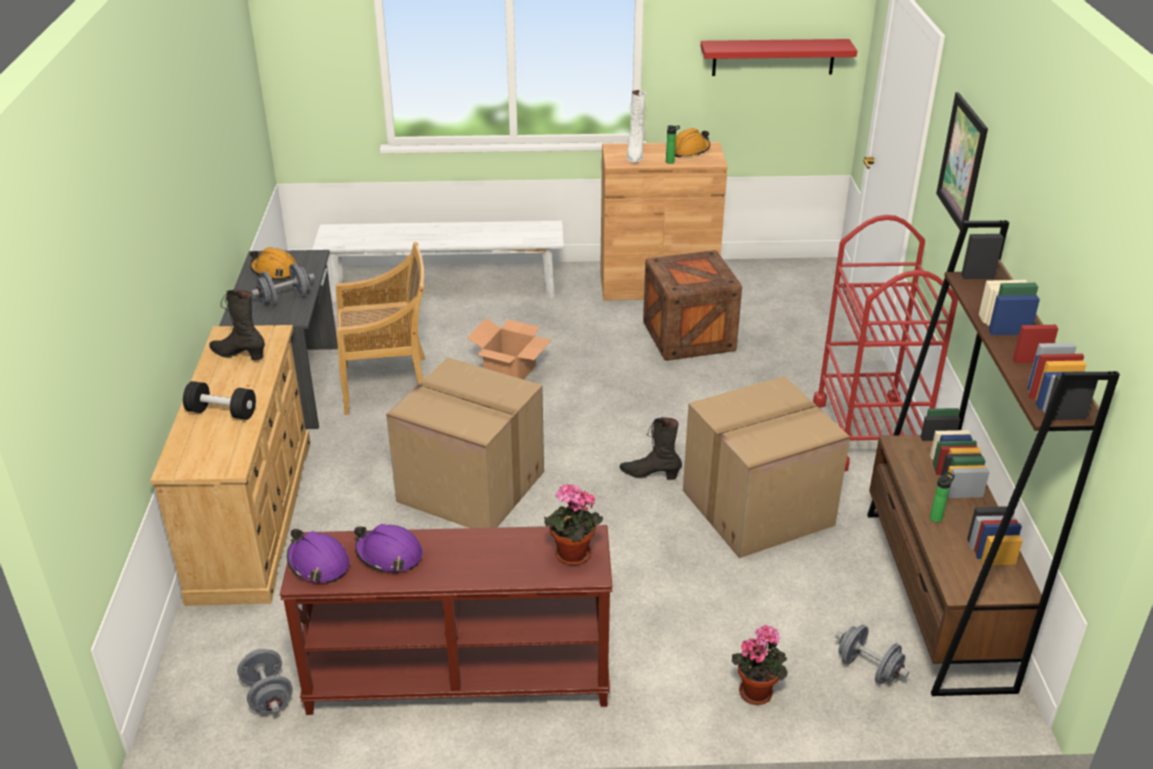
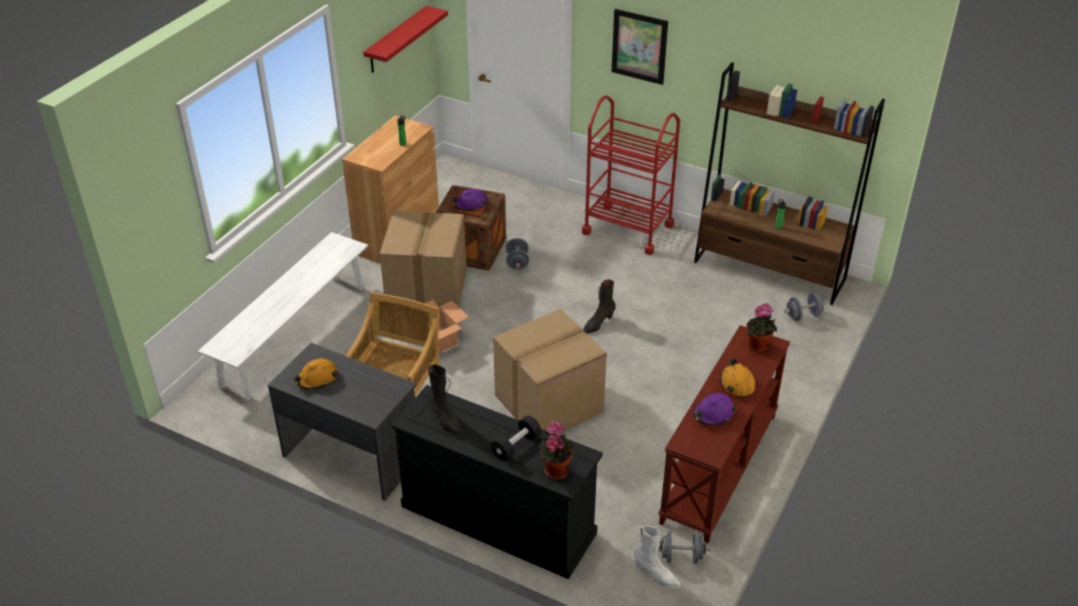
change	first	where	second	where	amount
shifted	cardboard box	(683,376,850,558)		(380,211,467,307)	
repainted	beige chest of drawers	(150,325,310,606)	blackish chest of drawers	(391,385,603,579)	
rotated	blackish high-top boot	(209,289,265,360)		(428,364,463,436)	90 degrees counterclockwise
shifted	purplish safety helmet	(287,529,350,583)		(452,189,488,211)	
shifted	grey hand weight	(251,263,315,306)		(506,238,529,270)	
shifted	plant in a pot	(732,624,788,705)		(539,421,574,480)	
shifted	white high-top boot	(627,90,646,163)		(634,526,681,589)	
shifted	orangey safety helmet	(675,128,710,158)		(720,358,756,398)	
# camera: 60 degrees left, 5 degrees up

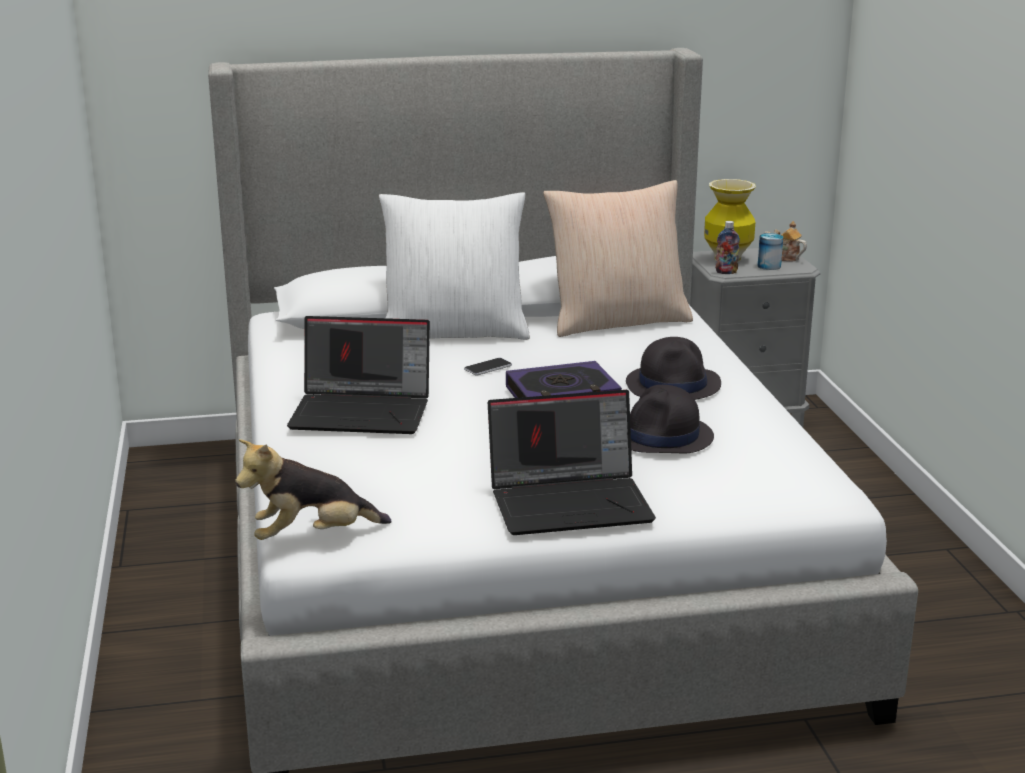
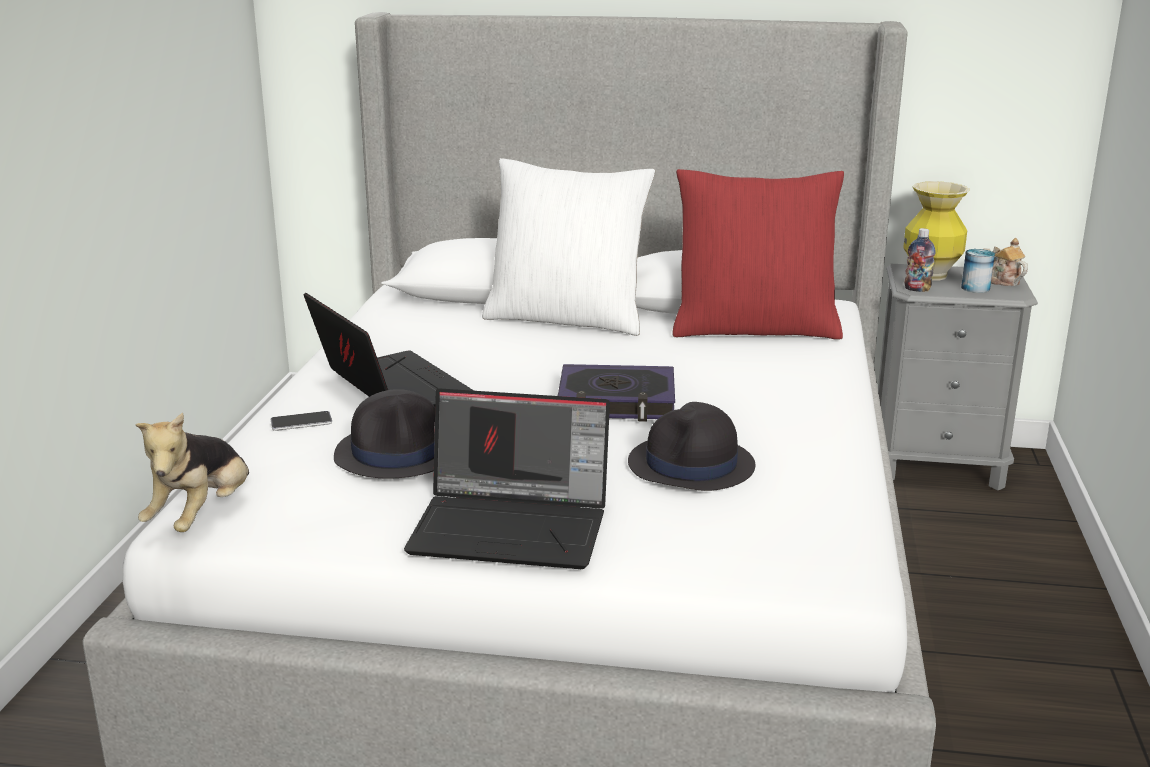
change	first	where	second	where	amount
rotated	cuddly toy	(235,439,391,540)		(135,413,249,532)	75 degrees counterclockwise
shifted	telephone	(464,358,512,376)		(270,411,332,431)	
rotated	portable computer	(287,316,430,434)		(304,292,474,407)	150 degrees counterclockwise
shifted	blackish clothing hat	(626,337,721,400)		(334,389,435,479)	
repainted	beige throw pillow	(543,180,693,337)	red throw pillow	(672,169,844,340)	
# camera: 20 degrees right, 0 degrees up

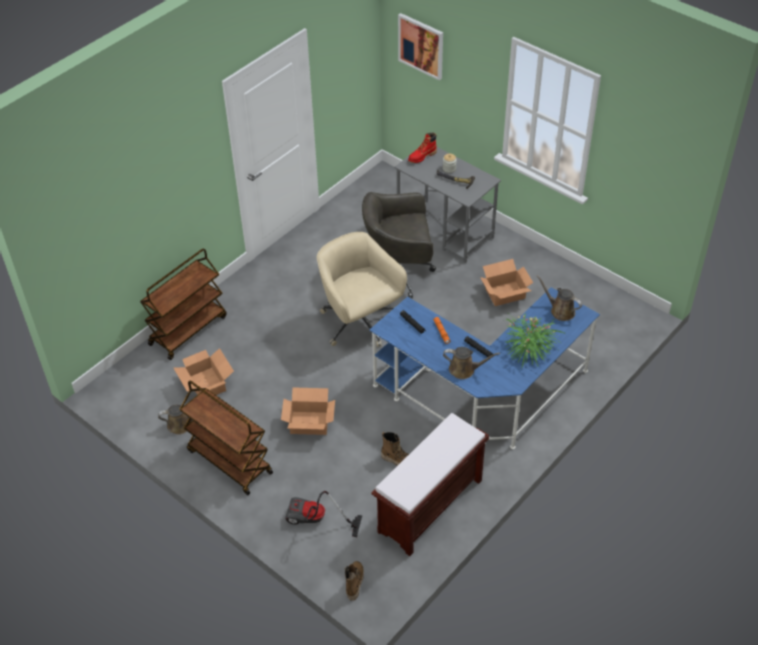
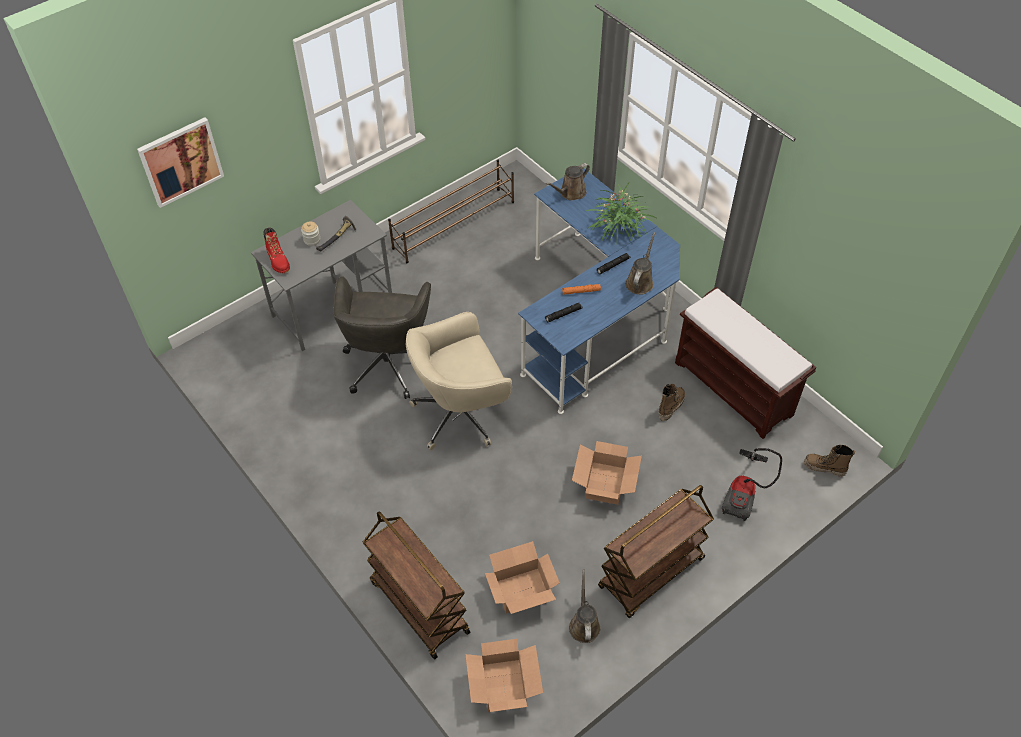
change	first	where	second	where	amount
new			brown-coloured shoe rack	(388,160,514,263)	
shifted	cardboard box	(480,259,533,306)		(465,639,543,712)	
# camera: 80 degrees left, 5 degrees up

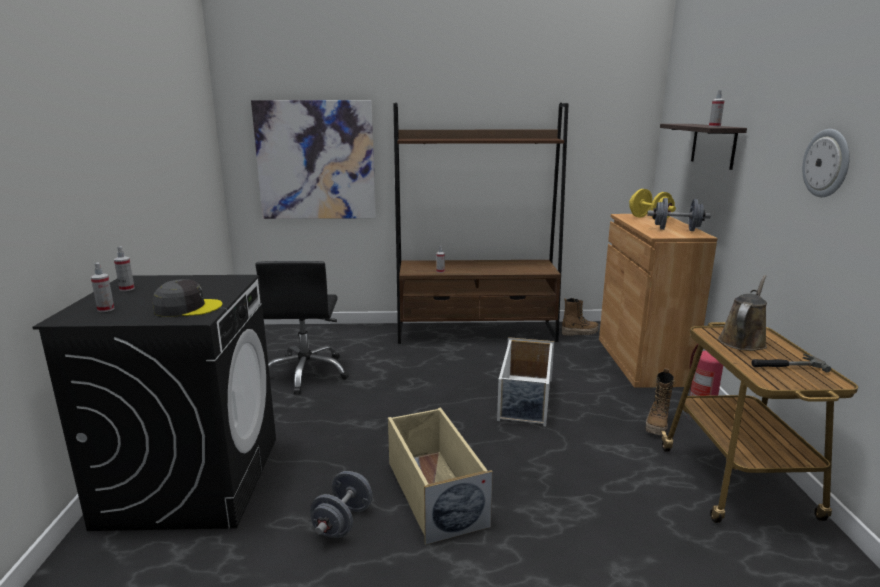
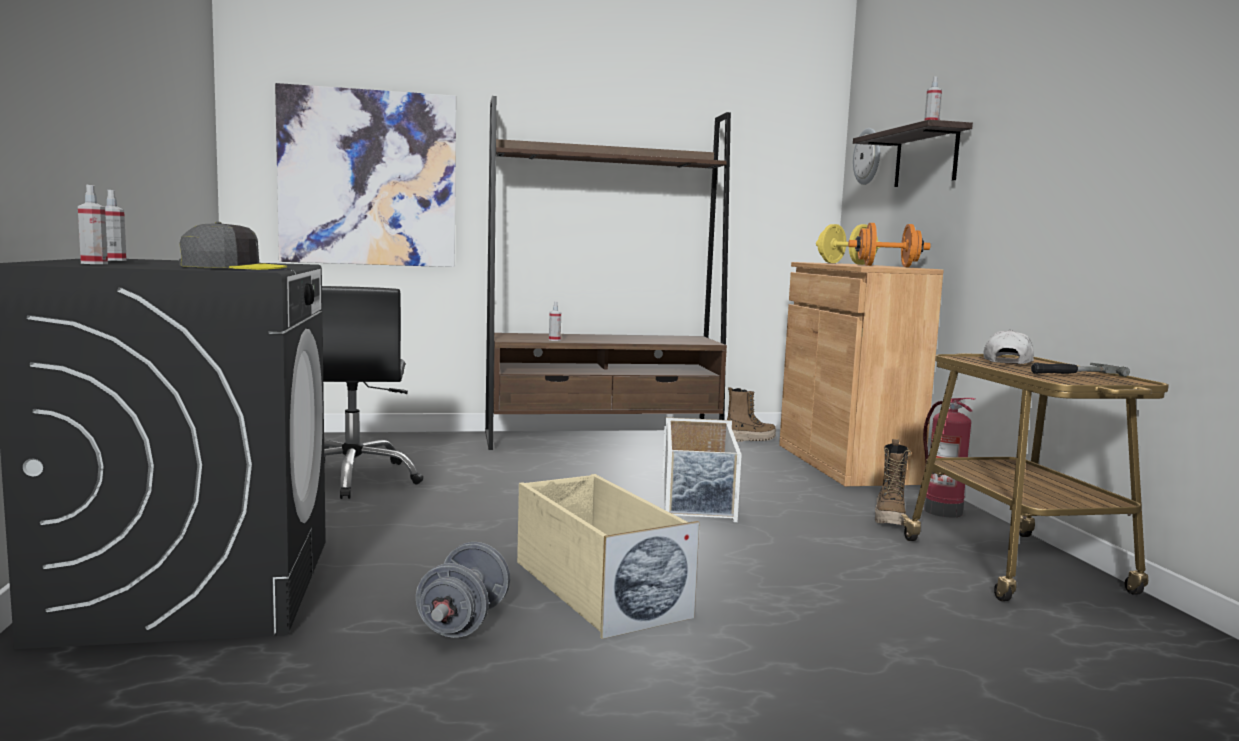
change	first	where	second	where	amount
repainted	grey hand weight	(647,198,711,231)	orangey hand weight	(848,223,931,267)	
shifted	clock on the wall	(802,129,850,197)		(853,128,880,185)	
swapped	brown-coloured sprinkling can	(718,275,767,351)	white peaked cap	(984,330,1034,364)	
# camera: 10 degrees left, 10 degrees down

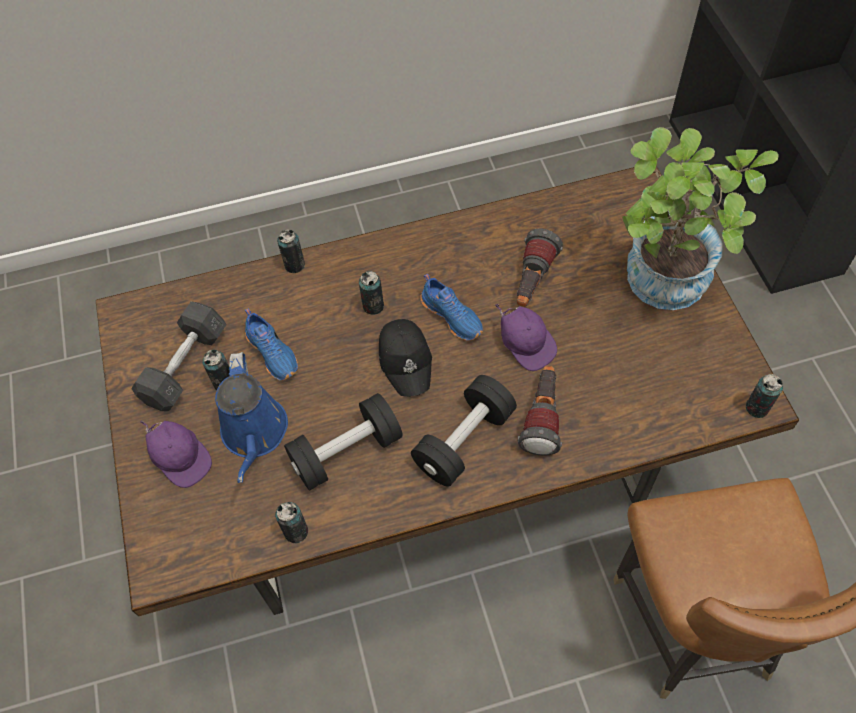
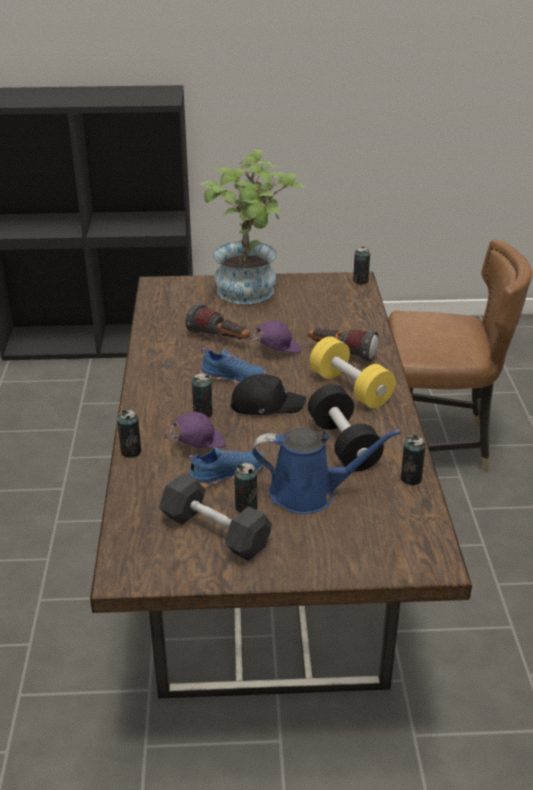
change	first	where	second	where	amount
shifted	purplish peaked cap	(140,421,212,488)		(165,412,226,449)	
rotated	blue-coloured item of footwear	(420,274,483,341)		(200,348,266,384)	45 degrees clockwise
repainted	blackish hand weight	(411,375,517,487)	yellow-coloured hand weight	(310,336,396,408)	
# camera: 80 degrees left, 25 degrees down

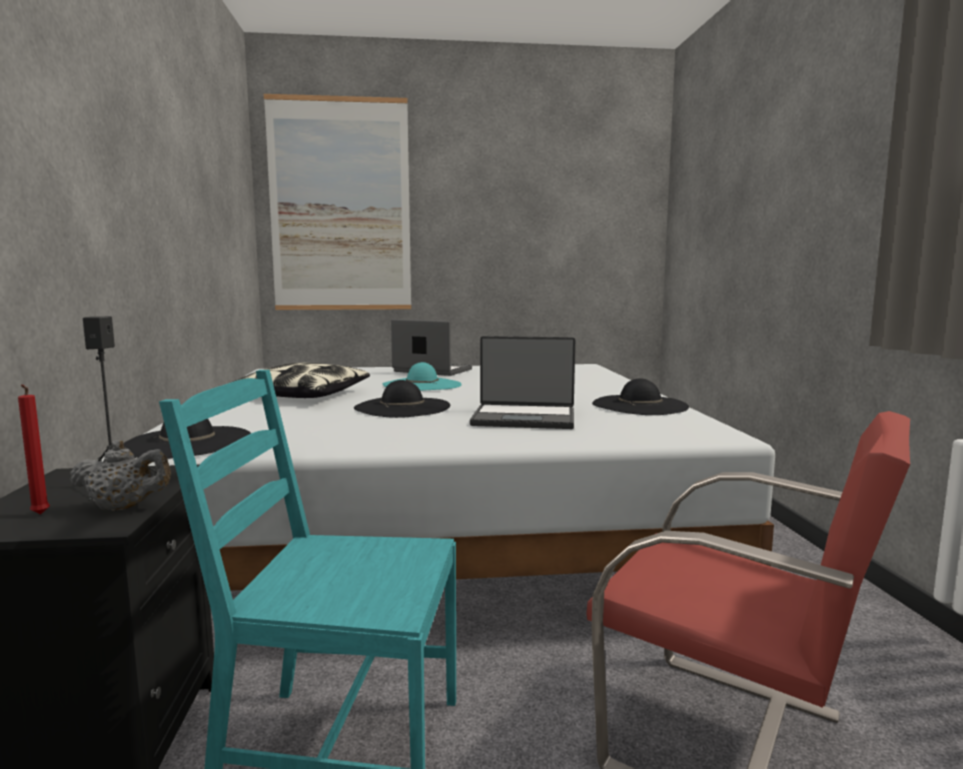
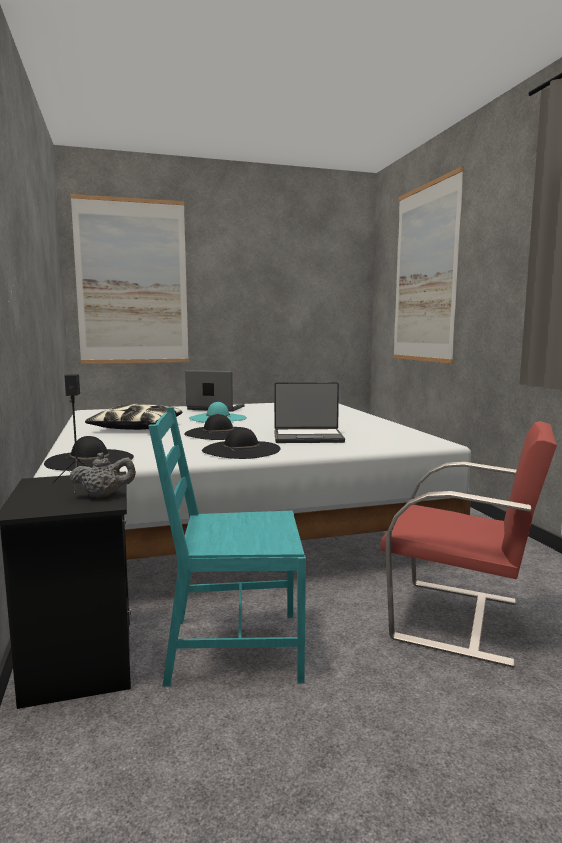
change	first	where	second	where	amount
shifted	blackish clothing hat	(592,378,689,415)		(202,428,281,459)	
new			wall art	(393,166,464,364)	
gone	red candle	(18,384,50,514)			
# camera: 10 degrees left, 0 degrees up

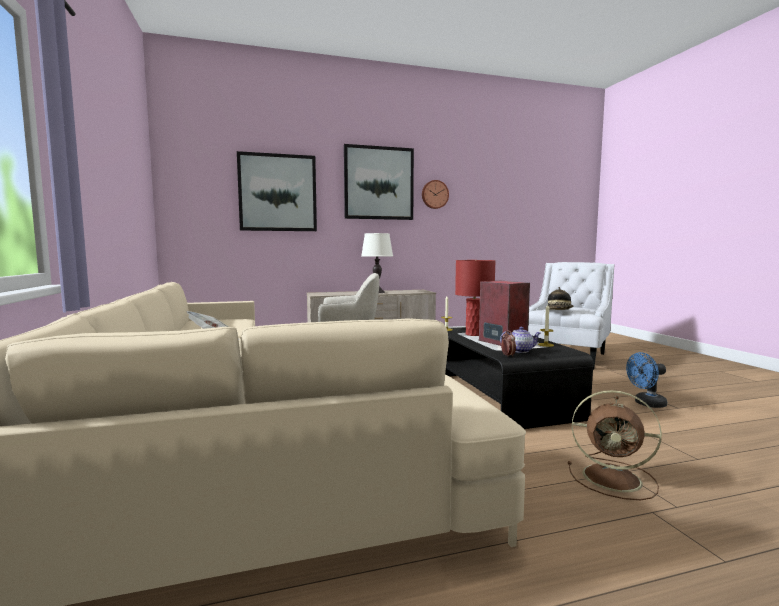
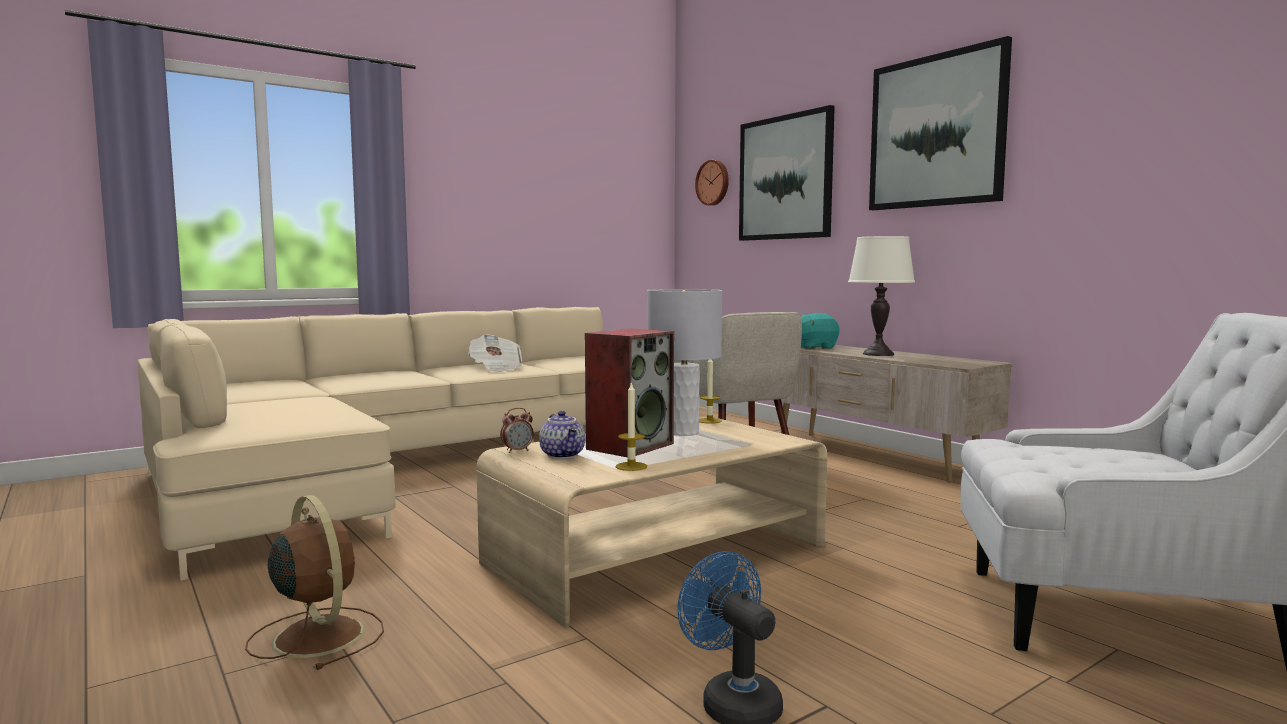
change	first	where	second	where	amount
rotated	brown-coloured electric fan	(568,390,662,500)		(245,495,384,670)	135 degrees clockwise
repainted	blackish coffee table	(445,327,593,429)	beige coffee table	(476,417,827,628)	
repainted	red lamp for a table	(455,260,496,336)	grey lamp for a table	(647,289,722,436)	
shifted	clock on the wall	(422,180,449,209)		(695,160,729,206)	
new			turquoise-coloured cuddly toy	(801,313,839,350)	
gone	clothing hat	(548,287,573,310)			
# camera: 70 degrees right, 0 degrees up

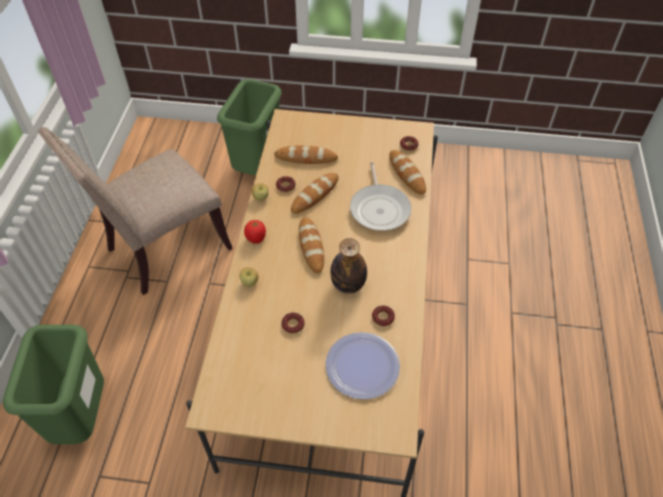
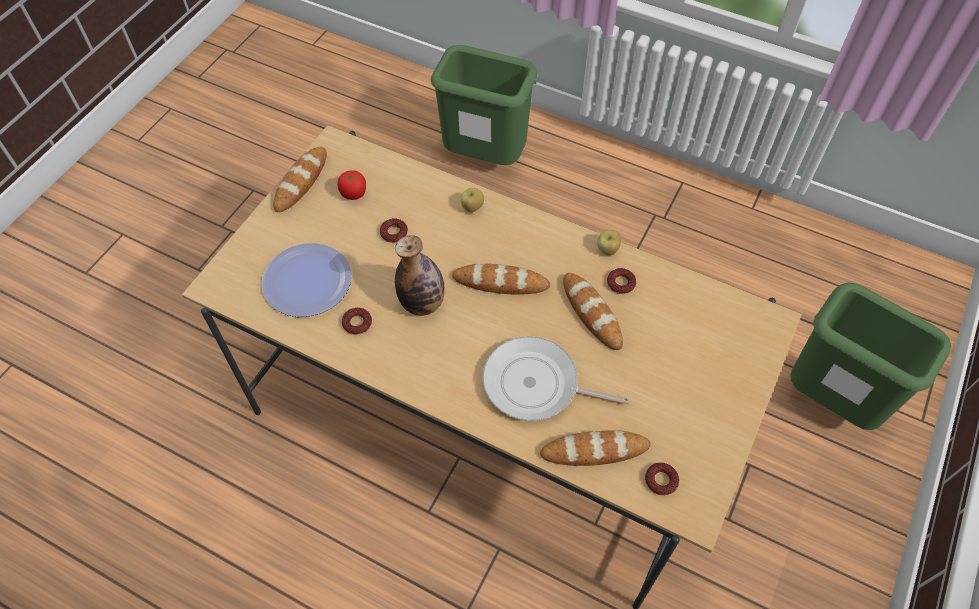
change	first	where	second	where	amount
shifted	baked bread	(274,145,338,164)		(273,147,327,212)	
shifted	tomato	(244,220,266,244)		(338,170,366,200)	
gone	beige upright chair	(38,127,233,295)			
# camera: 110 degrees right, 5 degrees up

